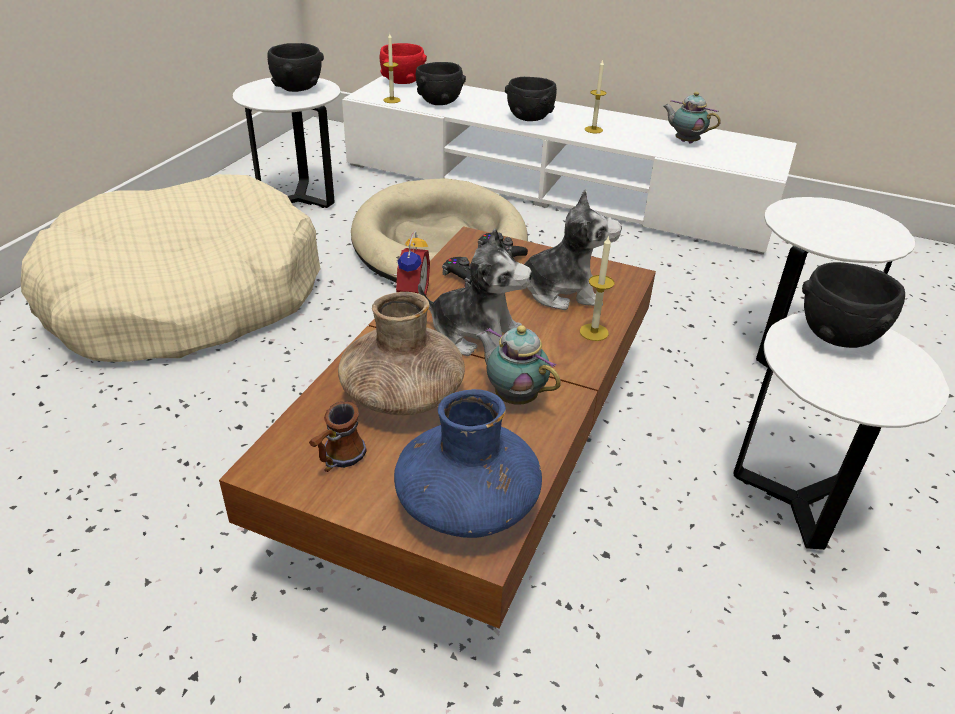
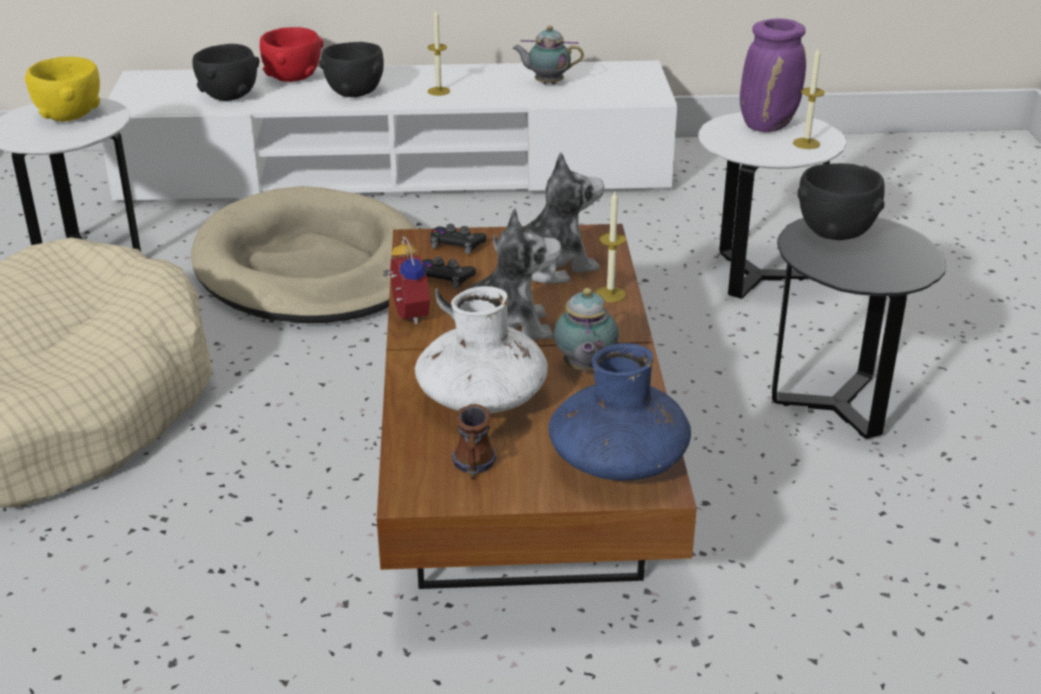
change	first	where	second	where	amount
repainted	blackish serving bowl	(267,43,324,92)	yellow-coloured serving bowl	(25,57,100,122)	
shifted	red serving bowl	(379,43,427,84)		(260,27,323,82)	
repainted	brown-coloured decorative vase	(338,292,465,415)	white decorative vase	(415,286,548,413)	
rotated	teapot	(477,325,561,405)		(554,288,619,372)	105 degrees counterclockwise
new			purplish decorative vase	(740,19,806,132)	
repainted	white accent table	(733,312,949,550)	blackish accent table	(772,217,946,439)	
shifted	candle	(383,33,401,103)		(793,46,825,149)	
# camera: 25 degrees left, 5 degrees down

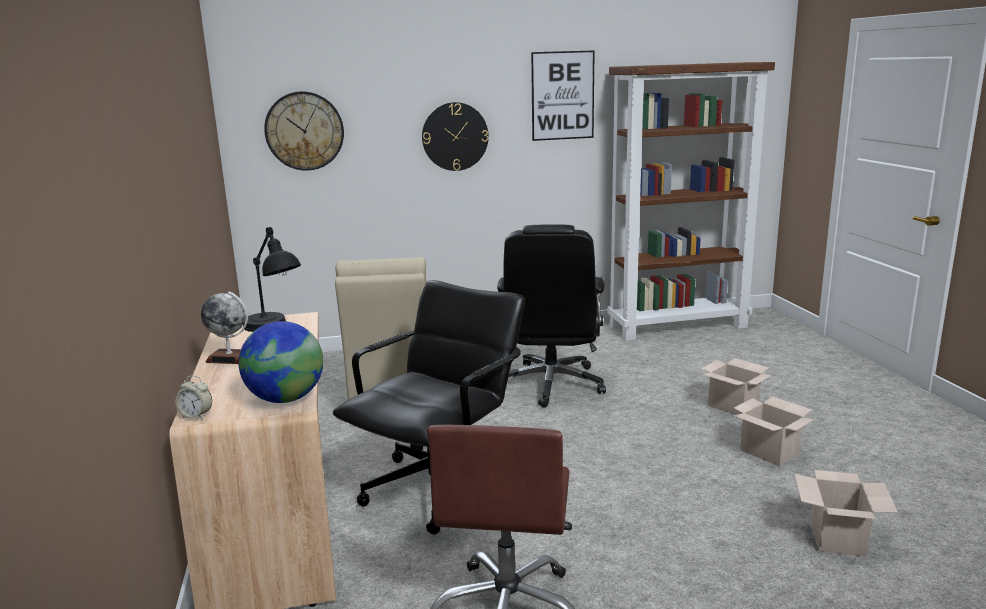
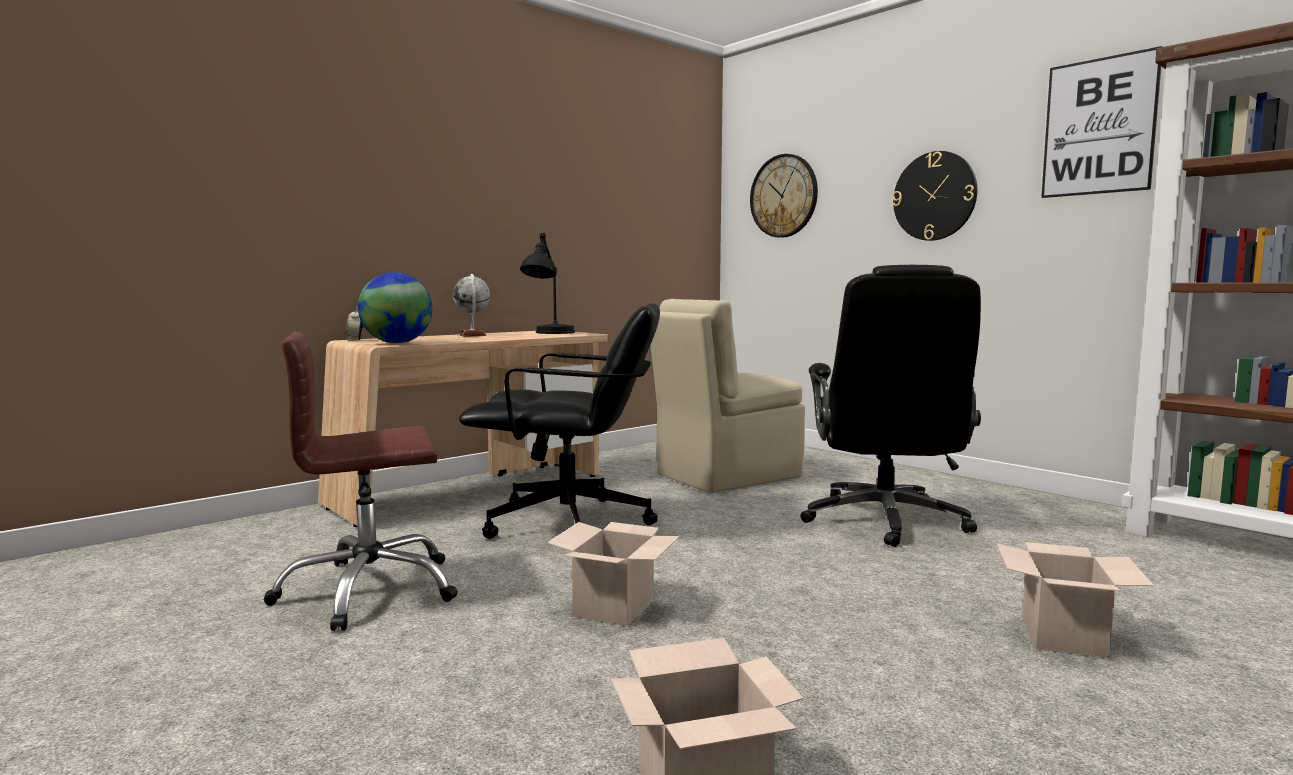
change	first	where	second	where	amount
shifted	cardboard box	(734,397,814,466)		(547,522,680,626)	
rotated	blackish office chair	(497,224,606,408)		(800,265,981,547)	60 degrees counterclockwise
# camera: 60 degrees right, 10 degrees down

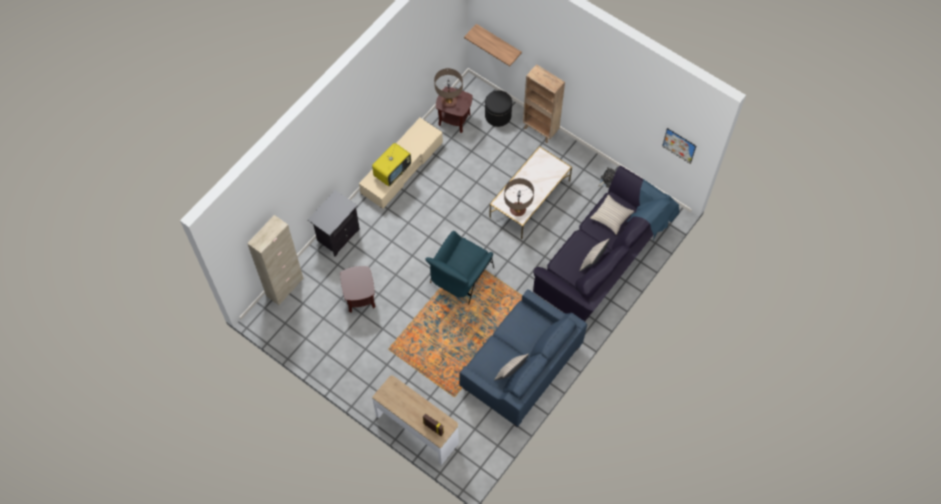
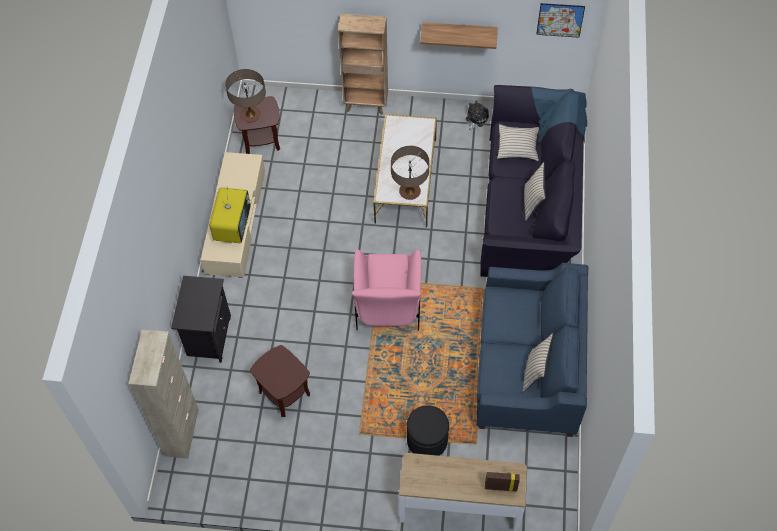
change	first	where	second	where	amount
repainted	blue-coloured lounge chair	(425,231,494,305)	pink-coloured lounge chair	(352,249,421,331)	
shifted	blackish footrest	(485,90,512,127)		(407,405,449,456)	
shifted	bracket shelf	(464,24,522,66)		(420,22,498,49)	
# camera: 30 degrees left, 5 degrees down

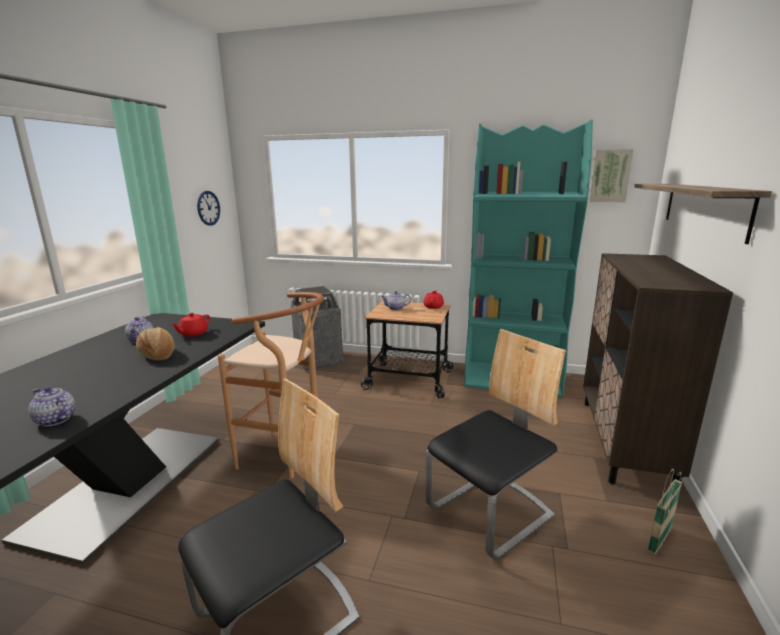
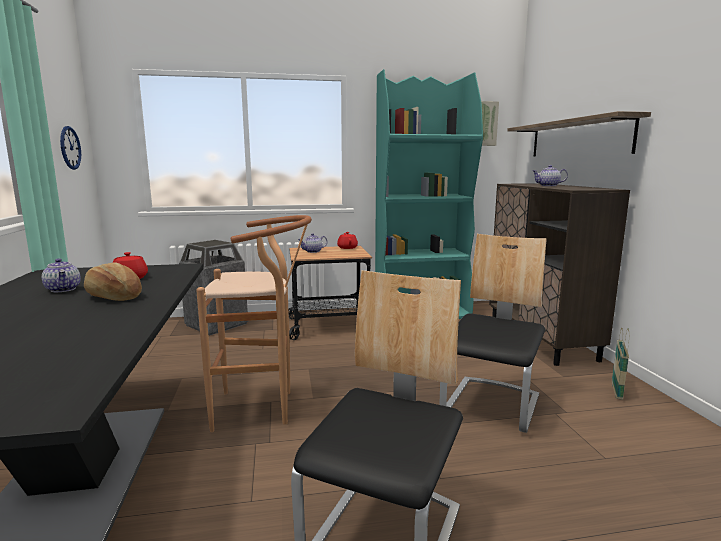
change	first	where	second	where	amount
shifted	teapot	(29,387,75,427)		(532,165,568,186)	
# camera: 25 degrees left, 5 degrees down

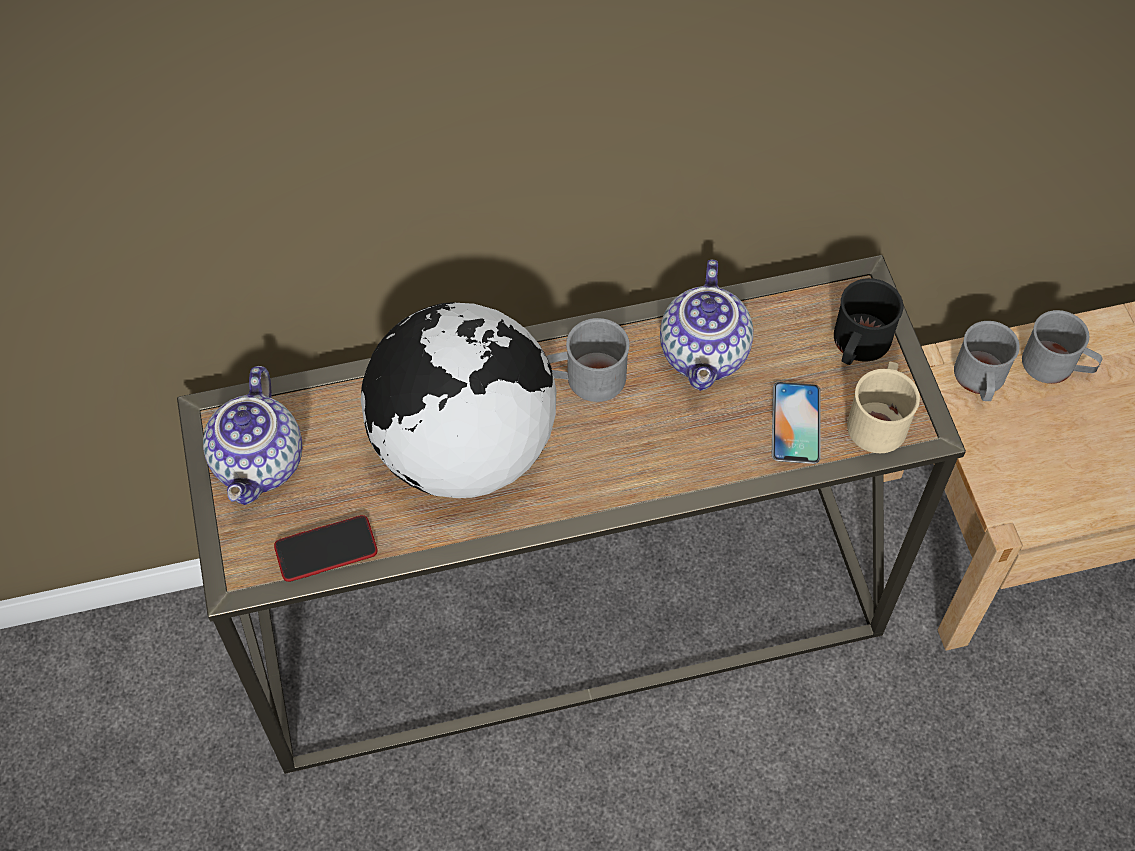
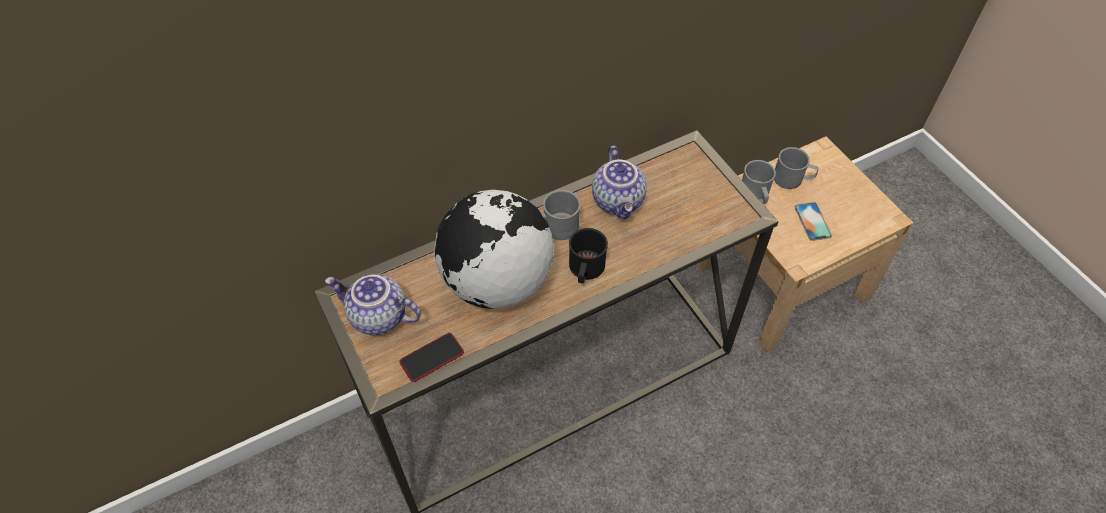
change	first	where	second	where	amount
rotated	teapot	(203,366,302,505)		(325,274,421,335)	120 degrees clockwise
shifted	blackish tea mug	(834,278,903,365)		(569,228,608,283)	
shifted	telephone	(772,382,821,464)		(795,202,832,241)	
gone	beige tea mug	(847,362,920,453)			
# camera: 15 degrees left, 5 degrees down

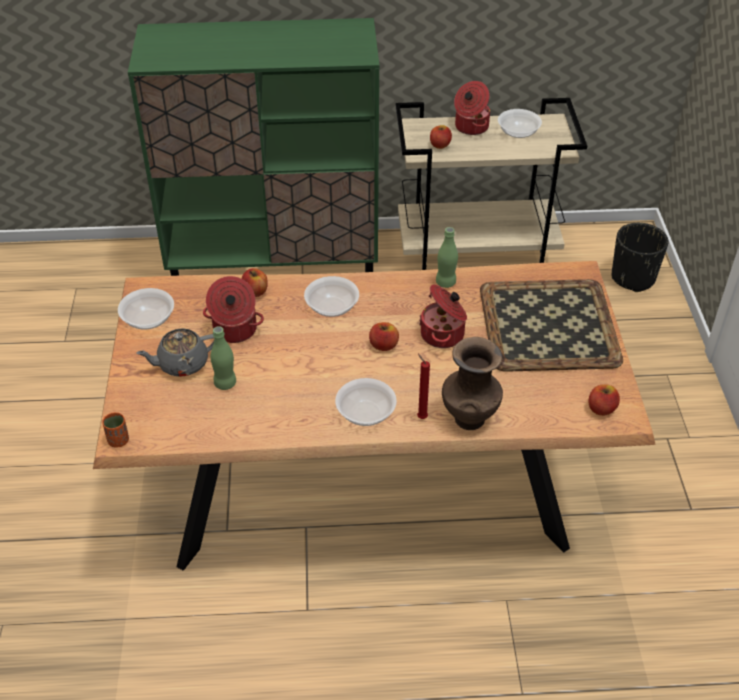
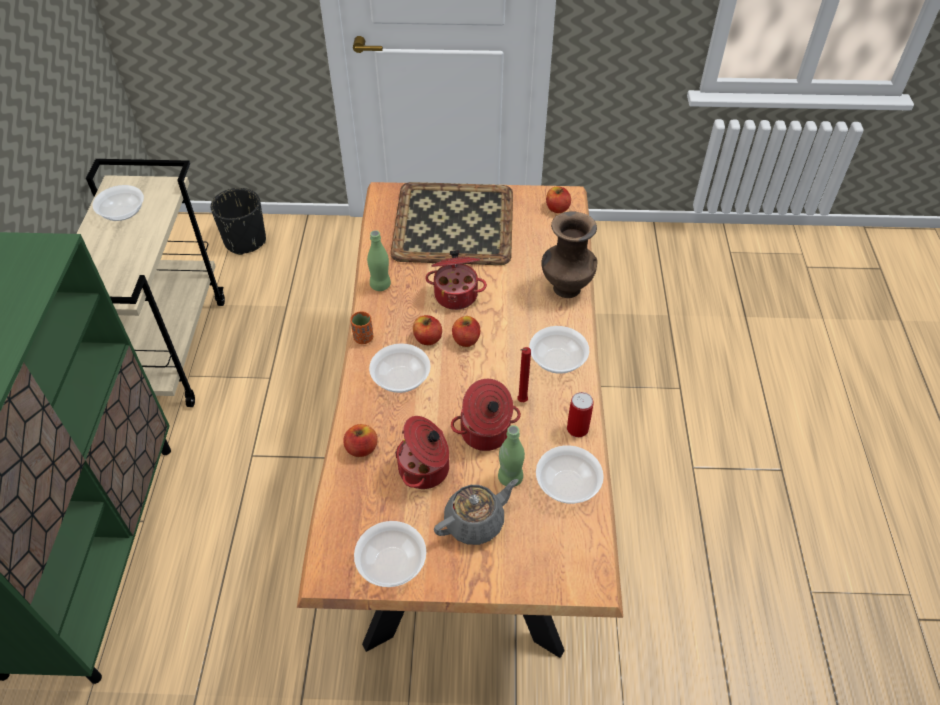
change	first	where	second	where	amount
shifted	orangey drinking cup	(102,412,129,448)		(351,311,373,344)	
shifted	whole apple	(430,125,452,149)		(413,315,442,345)	
rotated	grey teapot	(136,328,214,377)		(434,479,518,545)	105 degrees counterclockwise
shifted	saucepot	(454,81,490,135)		(451,379,521,451)	
shifted	red candle	(417,354,430,419)		(517,347,531,402)	
new			serving bowl	(536,445,604,504)	
new			metal can	(567,392,594,437)	
# camera: 85 degrees left, 5 degrees up

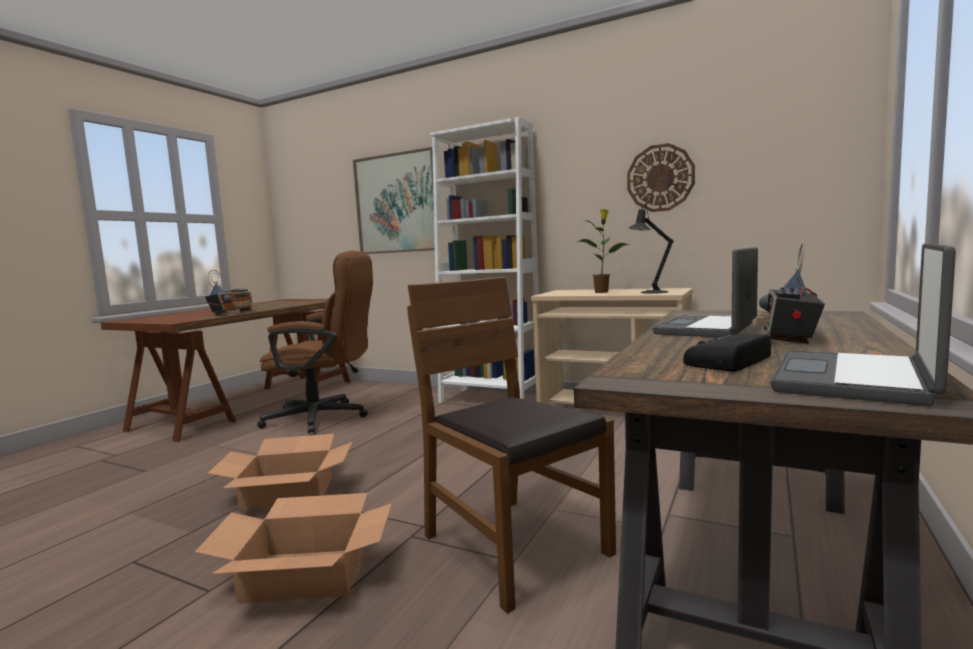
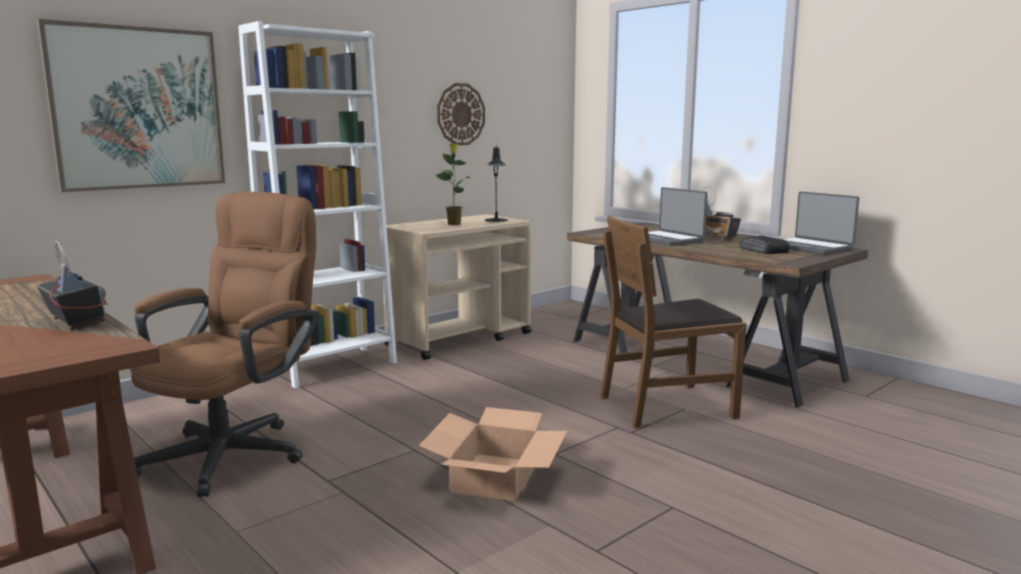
change	first	where	second	where	amount
gone	cardboard box	(195,493,392,603)			
# camera: 70 degrees left, 5 degrees up

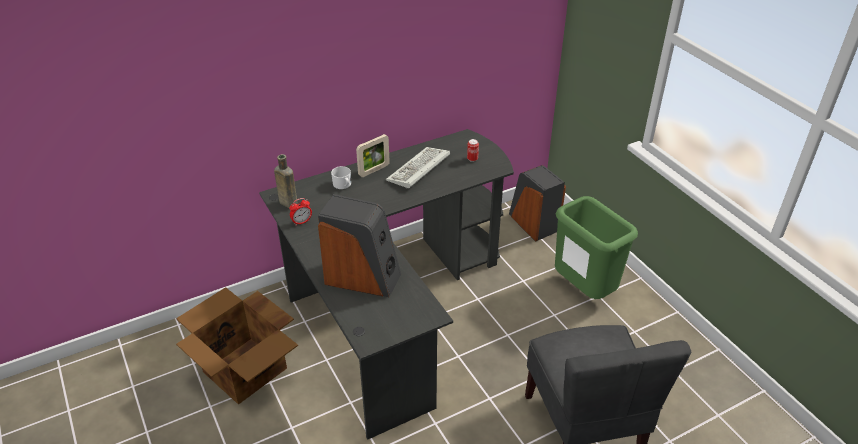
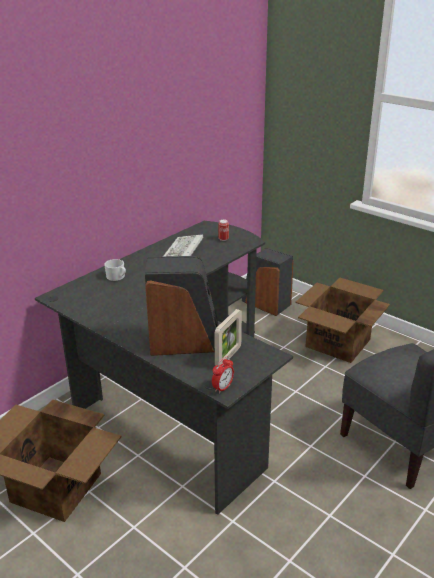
change	first	where	second	where	amount
shifted	table clock	(289,198,312,226)		(212,356,234,394)	
shifted	standing frame	(356,134,390,177)		(214,309,242,366)	
swapped	greenish trash can	(555,196,638,299)	cardboard box	(296,278,390,363)	
gone	brown-coloured bottle	(274,154,298,208)			
# camera: 20 degrees left, 10 degrees down

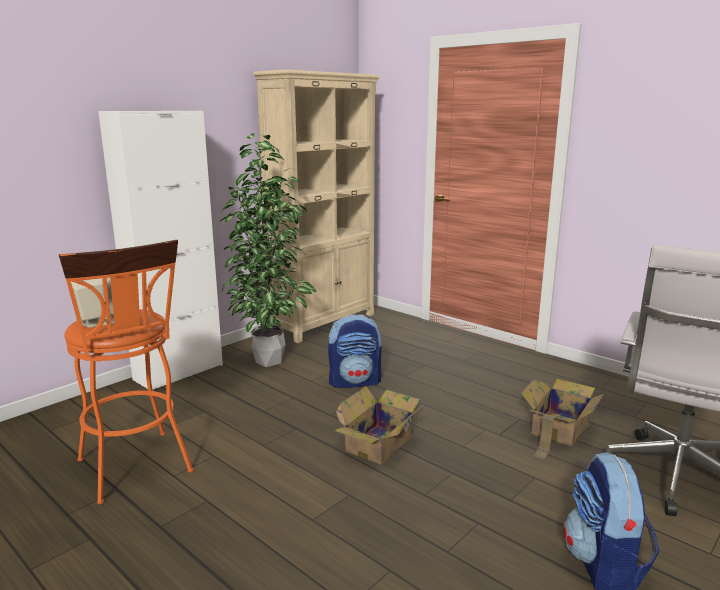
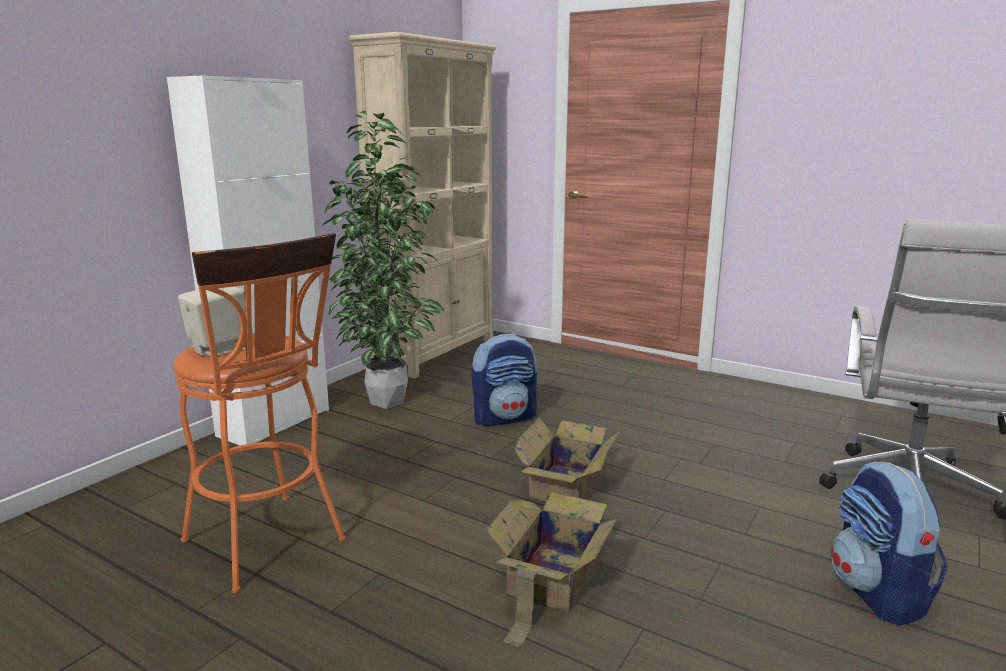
change	first	where	second	where	amount
shifted	cardboard box	(521,379,605,460)		(485,492,619,647)	
# camera: 10 degrees left, 0 degrees up

